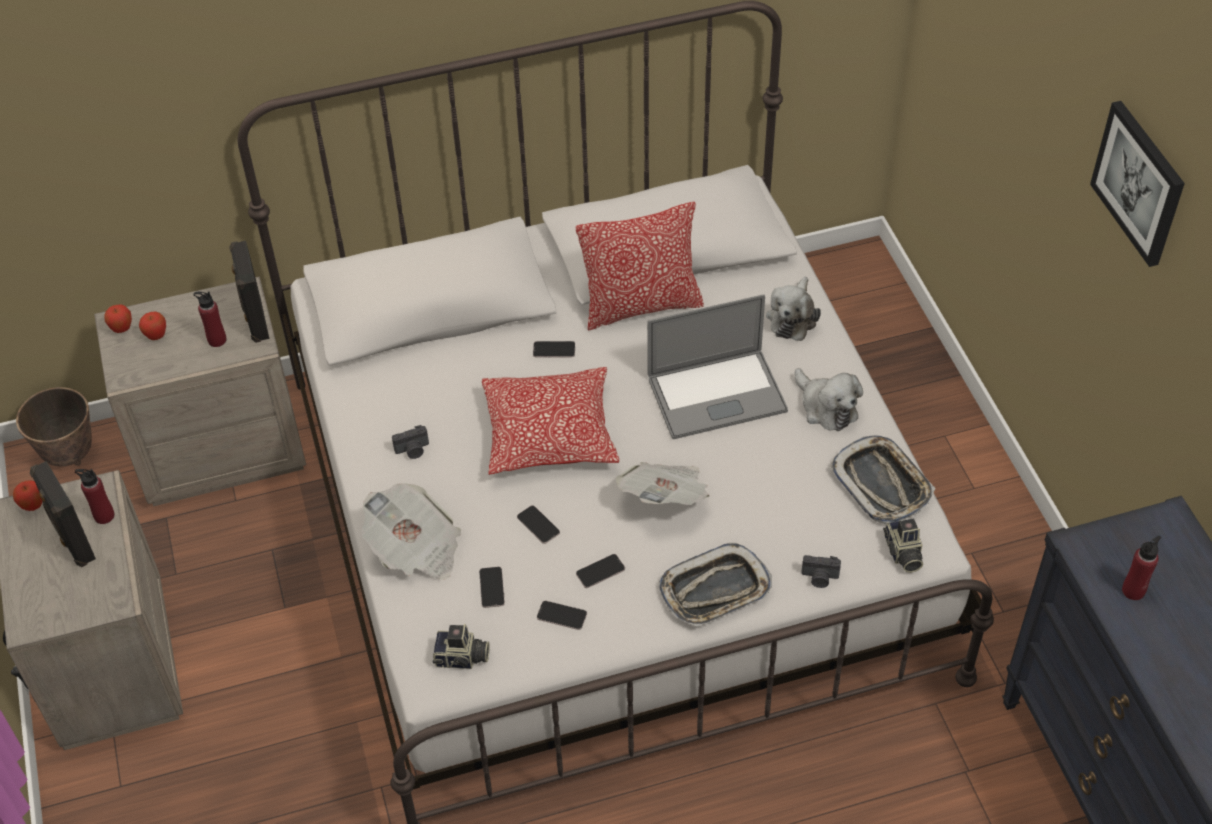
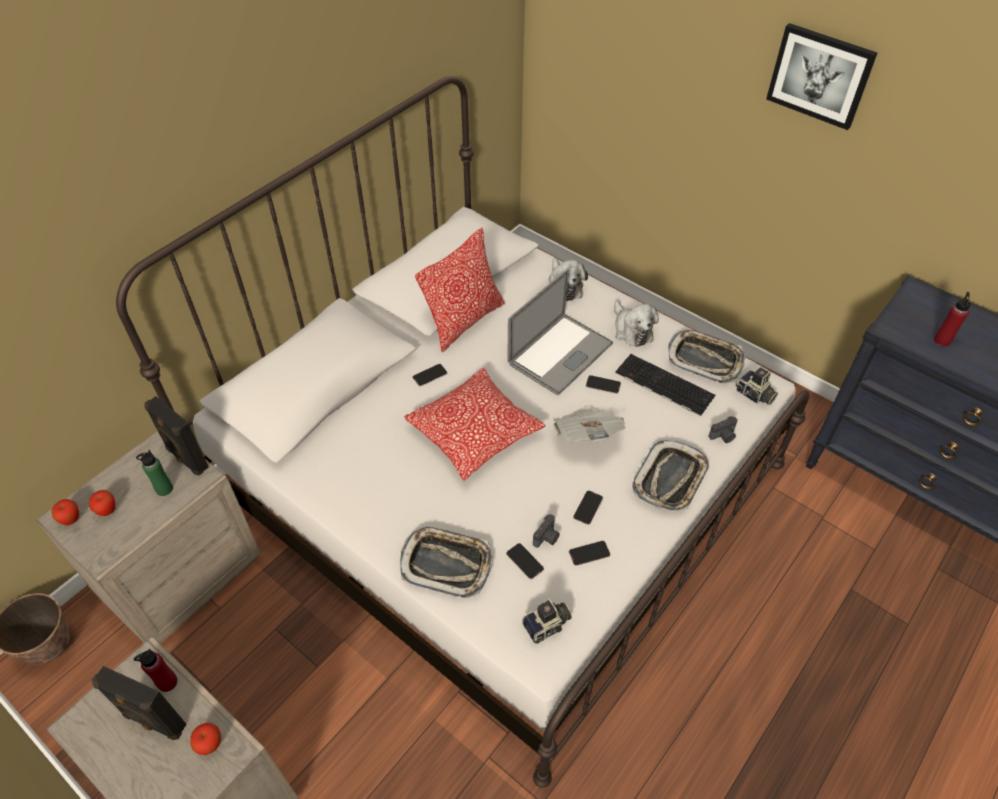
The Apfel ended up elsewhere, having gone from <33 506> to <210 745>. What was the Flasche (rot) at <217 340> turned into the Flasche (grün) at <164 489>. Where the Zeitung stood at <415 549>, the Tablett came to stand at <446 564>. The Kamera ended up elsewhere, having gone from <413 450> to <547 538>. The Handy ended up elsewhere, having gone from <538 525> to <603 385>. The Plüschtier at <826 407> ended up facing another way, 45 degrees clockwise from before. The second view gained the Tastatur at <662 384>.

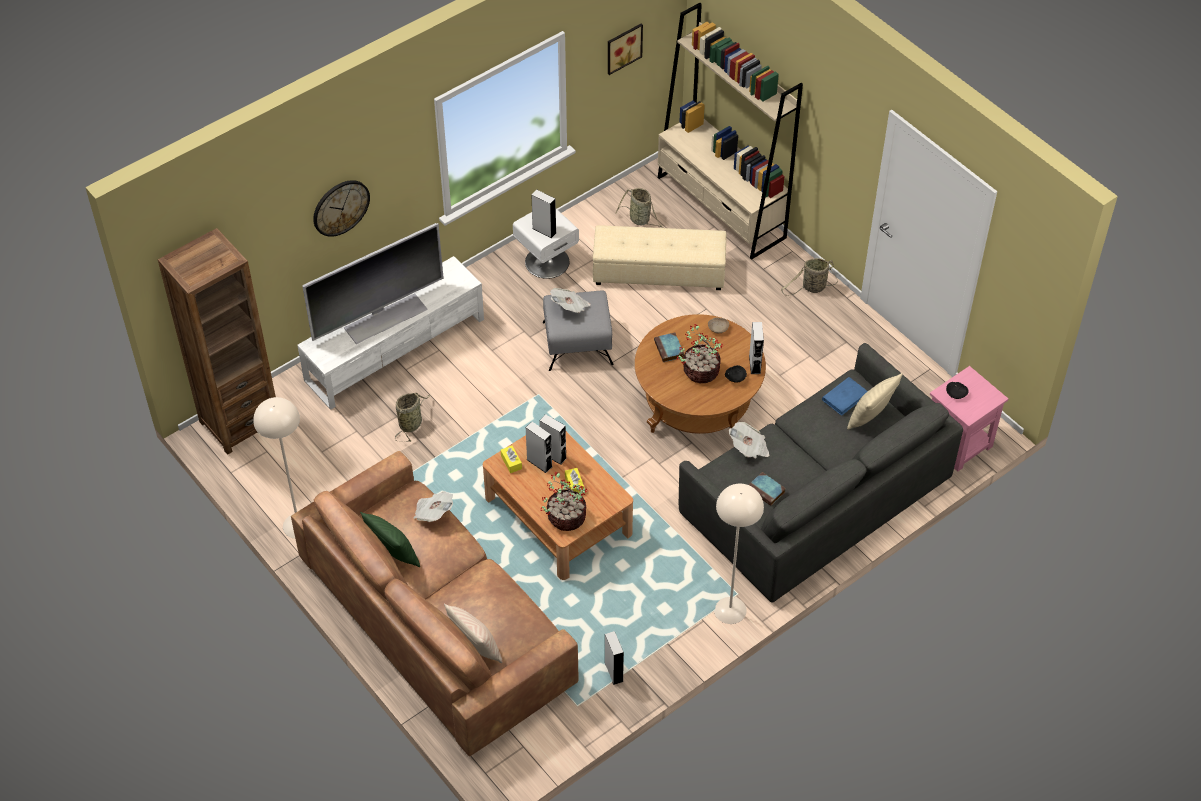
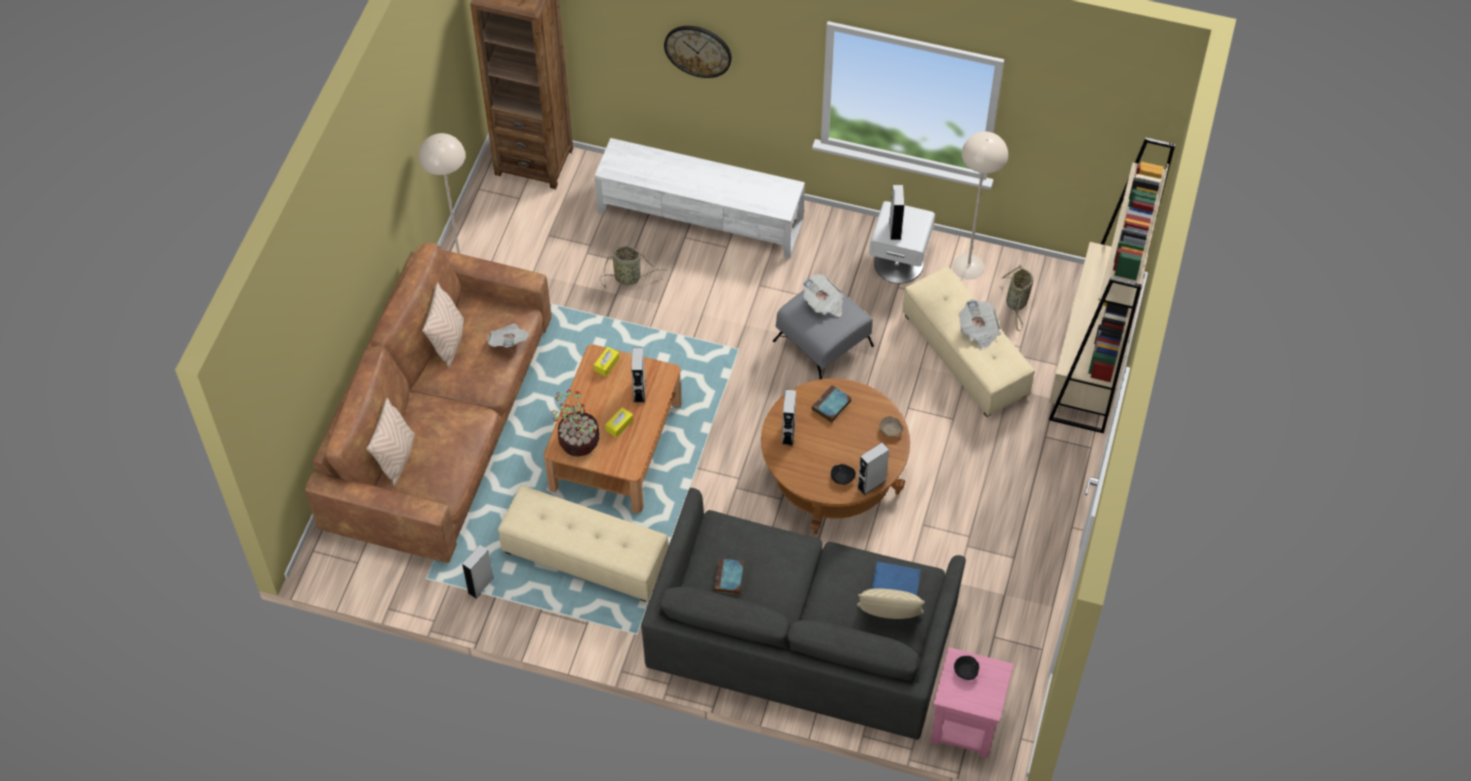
The second view lost the Fernseher at <384 317>. What was the Kissen (grün) at <394 554> turned into the Kissen (beige) at <448 342>. The Lautsprecher (grau) ended up elsewhere, having gone from <539 463> to <788 433>. The second view lost the Bild at <623 47>. The second view lost the Topfpflanze at <699 371>. The Stehlampe (beige) ended up elsewhere, having gone from <730 610> to <968 266>. The Zeitung ended up elsewhere, having gone from <749 448> to <978 331>. The second view lost the Korb at <812 287>. The second view gained the Polsterhocker (beige) at <585 557>.

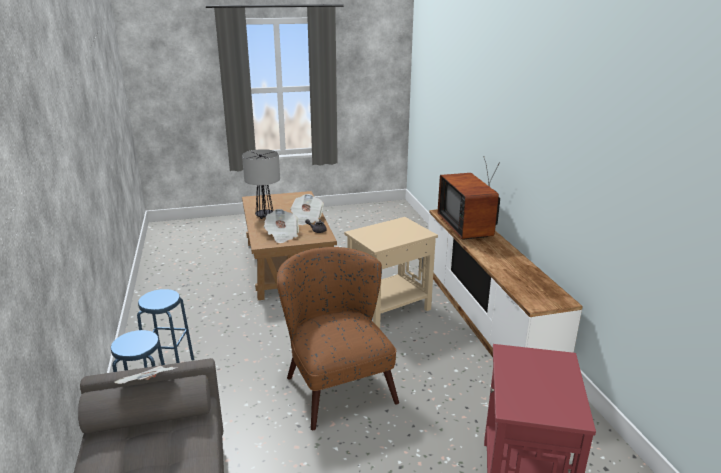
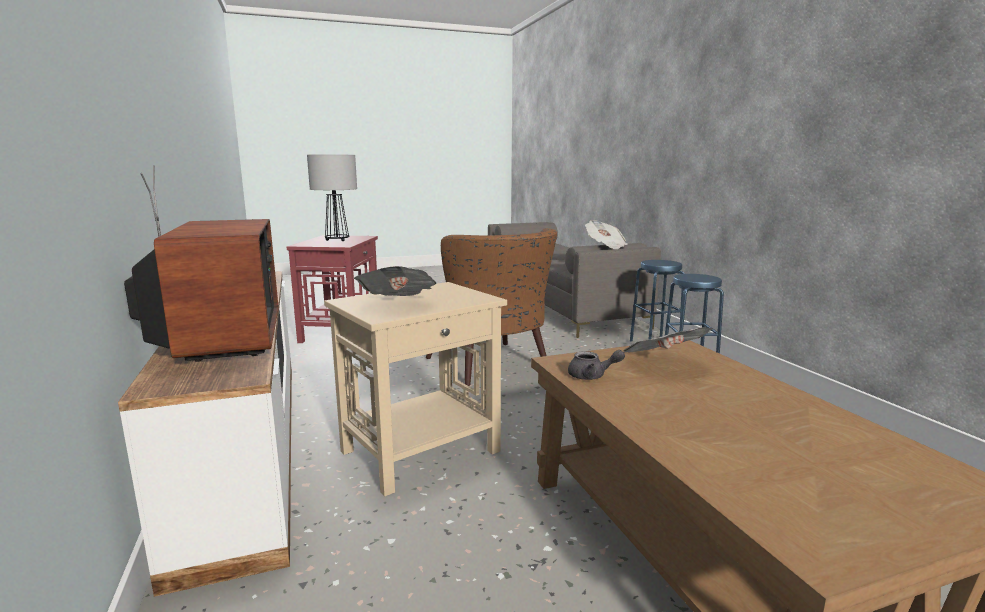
The Tischlampe ended up elsewhere, having gone from <264 216> to <337 240>. The Zeitung ended up elsewhere, having gone from <306 218> to <398 304>.

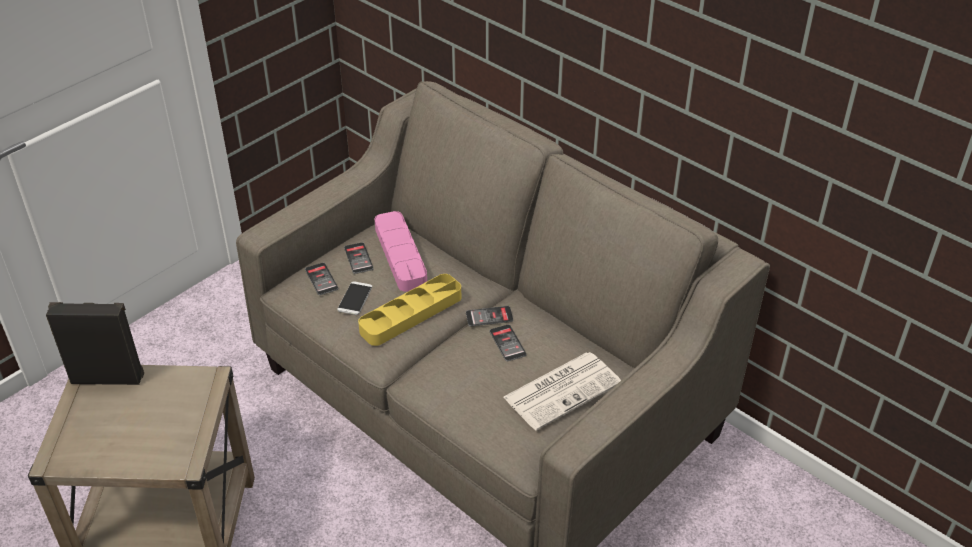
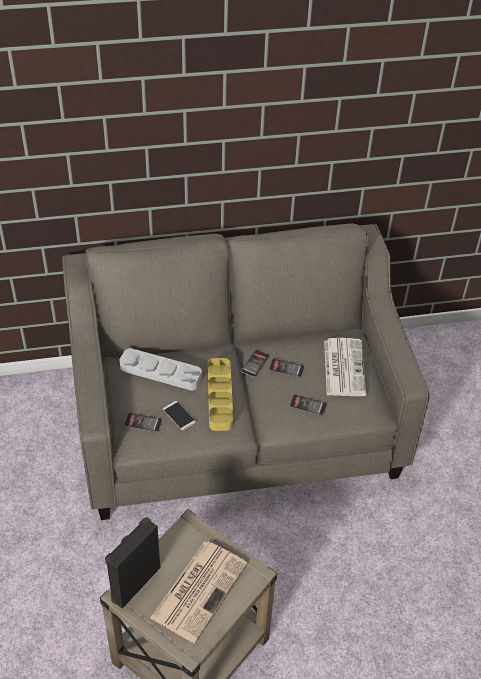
The Handy ended up elsewhere, having gone from <358 258> to <308 405>. What was the Tablett (rosa) at <400 255> turned into the Tablett (grau) at <160 372>. The second view gained the Zeitung at <200 589>.

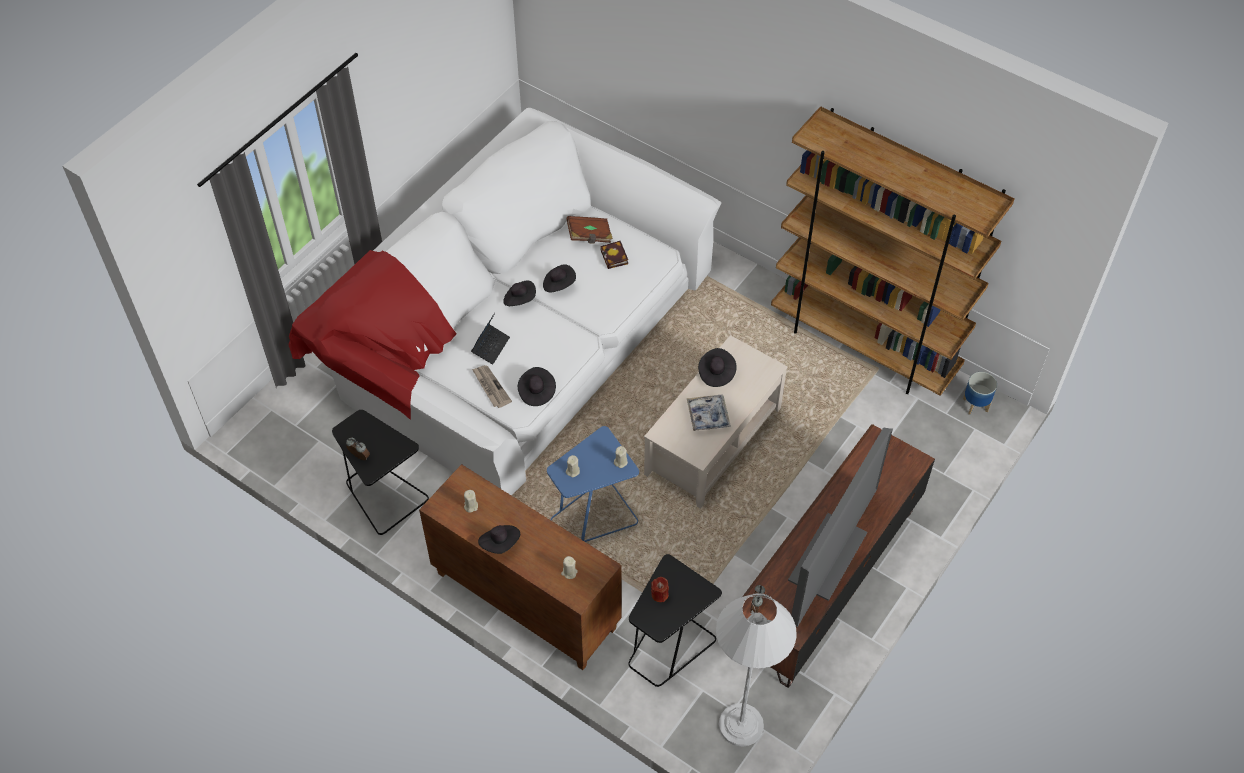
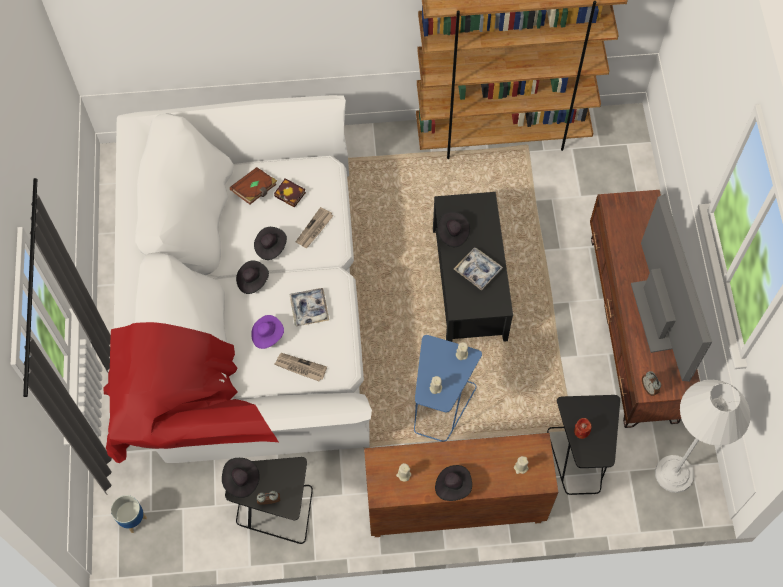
Where the Laptop stood at <490 346>, the Hut (lila) came to stand at <267 335>. The Hut (schwarz) ended up elsewhere, having gone from <536 392> to <241 480>. What was the Couchtisch (beige) at <713 441> turned into the Couchtisch (schwarz) at <469 283>. The Pflanzkübel ended up elsewhere, having gone from <975 404> to <132 519>. The second view gained the Tablett at <309 309>. The second view gained the Zeitung at <314 229>.

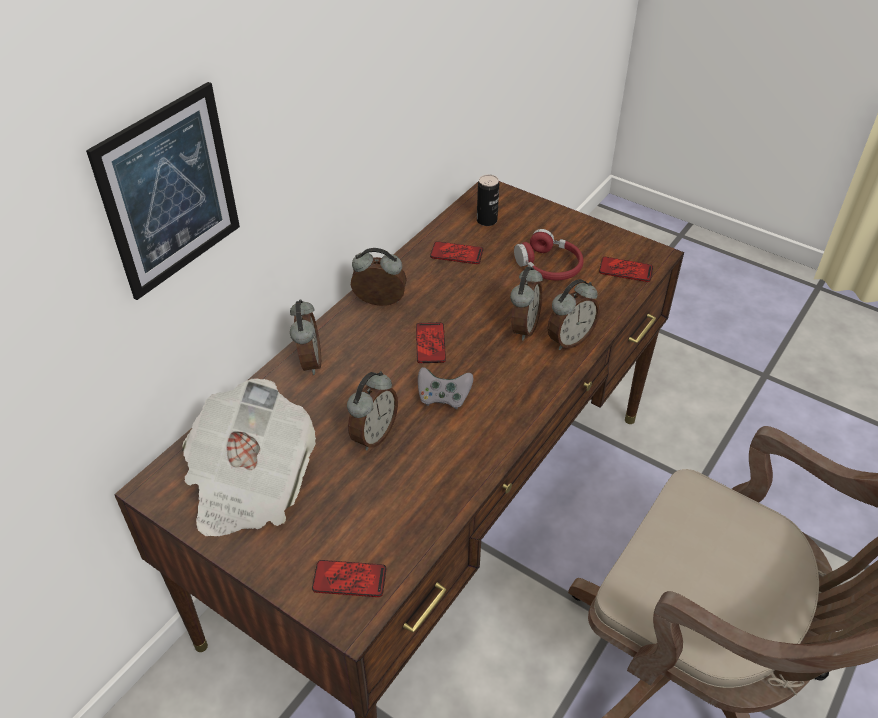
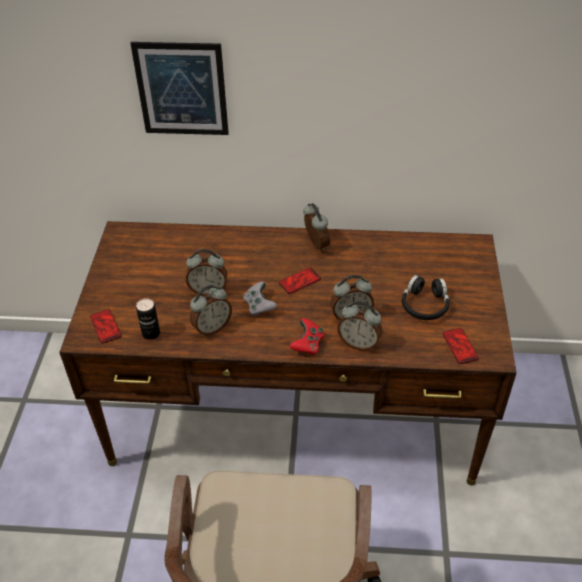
The second view lost the Zeitung at <249 483>. The Wecker ended up elsewhere, having gone from <308 362> to <212 328>. The second view lost the Handy at <456 254>. The Dose ended up elsewhere, having gone from <486 220> to <151 333>. What was the Kopfhörer (rot) at <549 266> turned into the Kopfhörer (schwarz) at <424 305>. The second view gained the Gamepad (rot) at <307 344>.

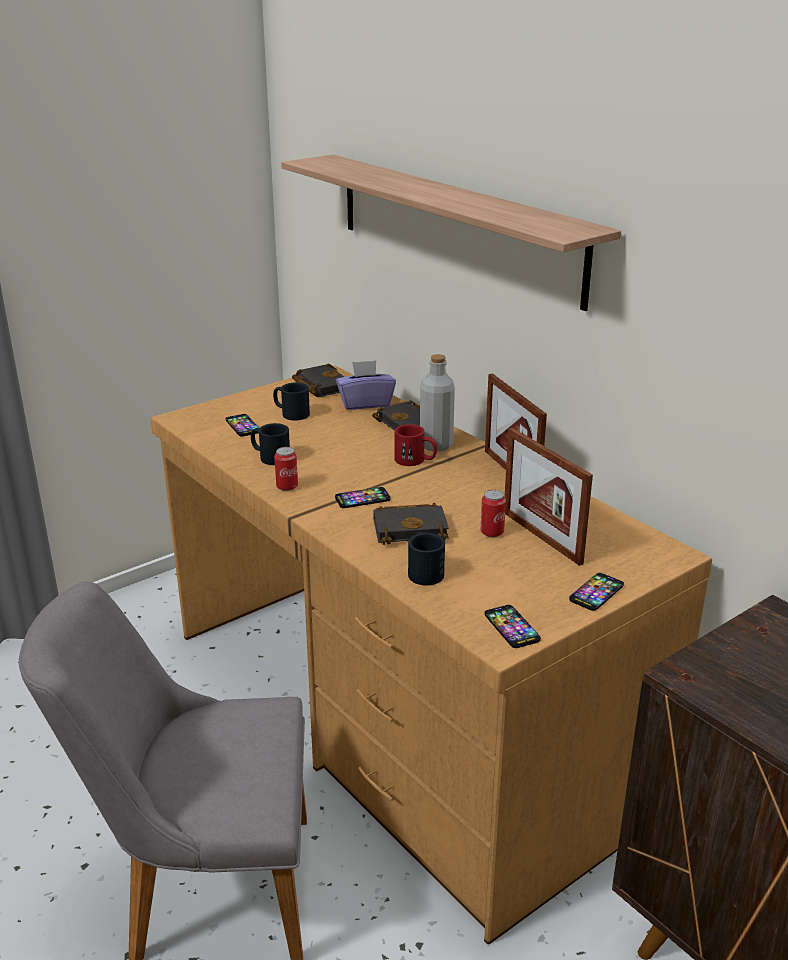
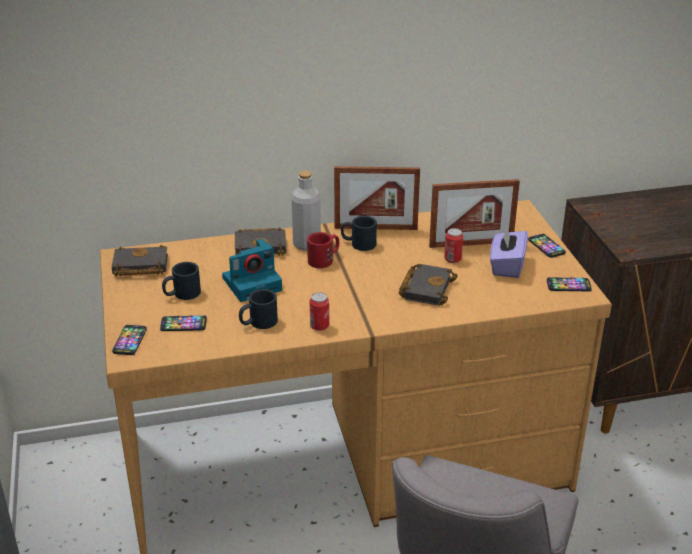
The second view lost the Wandregal at <455 226>. The Handy ended up elsewhere, having gone from <362 499> to <130 340>. The Taschentuchbox (lila) ended up elsewhere, having gone from <365 403> to <506 266>. The Henkelbecher (schwarz) ended up elsewhere, having gone from <424 570> to <358 243>. The second view gained the Kamera at <253 283>.

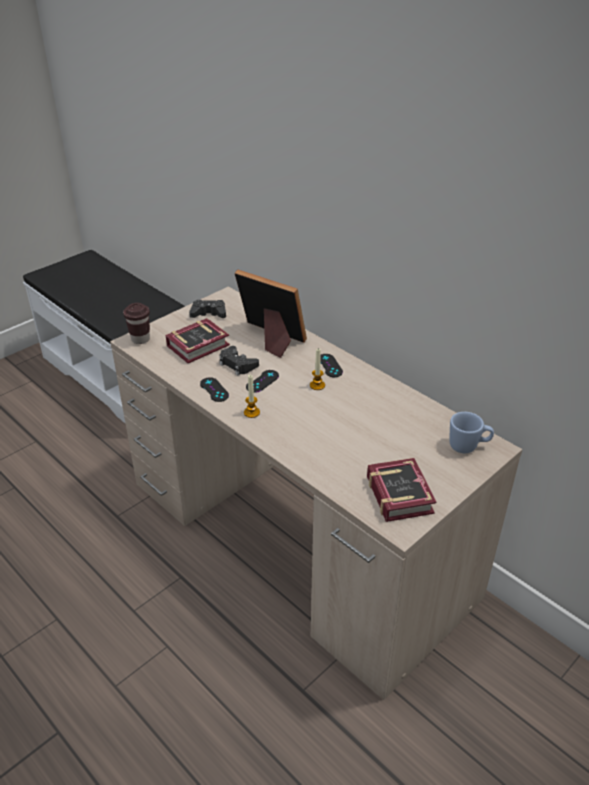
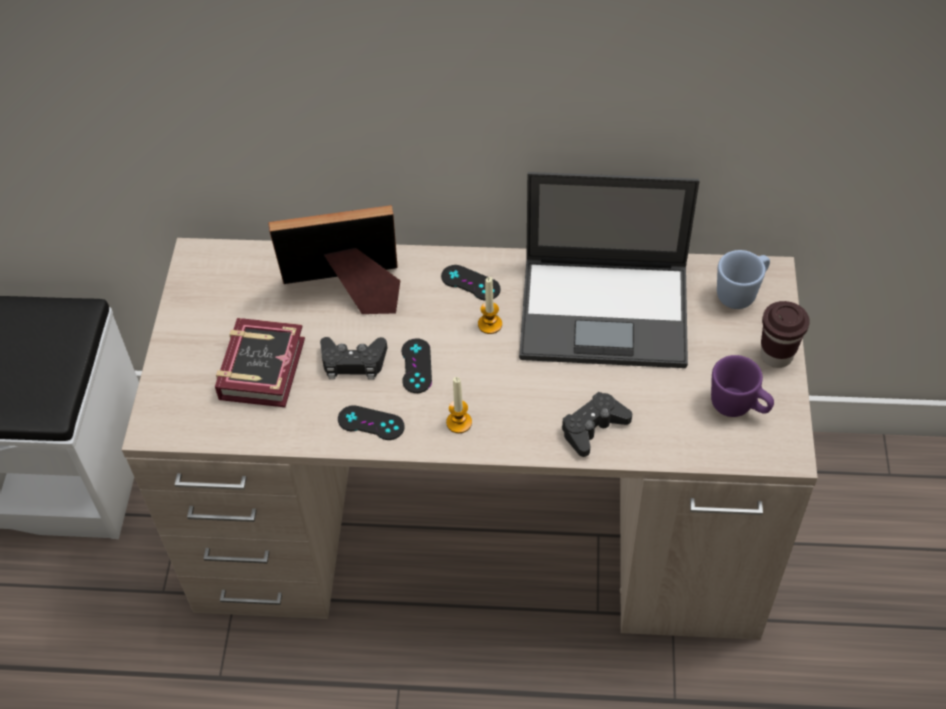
The Tasse (braun) ended up elsewhere, having gone from <140 339> to <776 355>. The Gamepad (schwarz) ended up elsewhere, having gone from <209 313> to <593 428>. Where the Buch stood at <400 492>, the Henkelbecher (lila) came to stand at <738 407>. The second view gained the Laptop at <606 312>.

